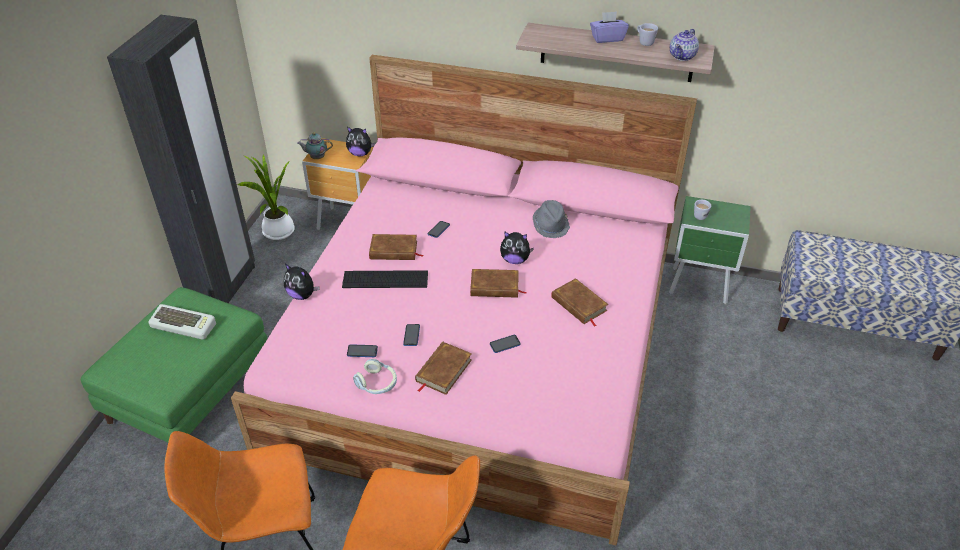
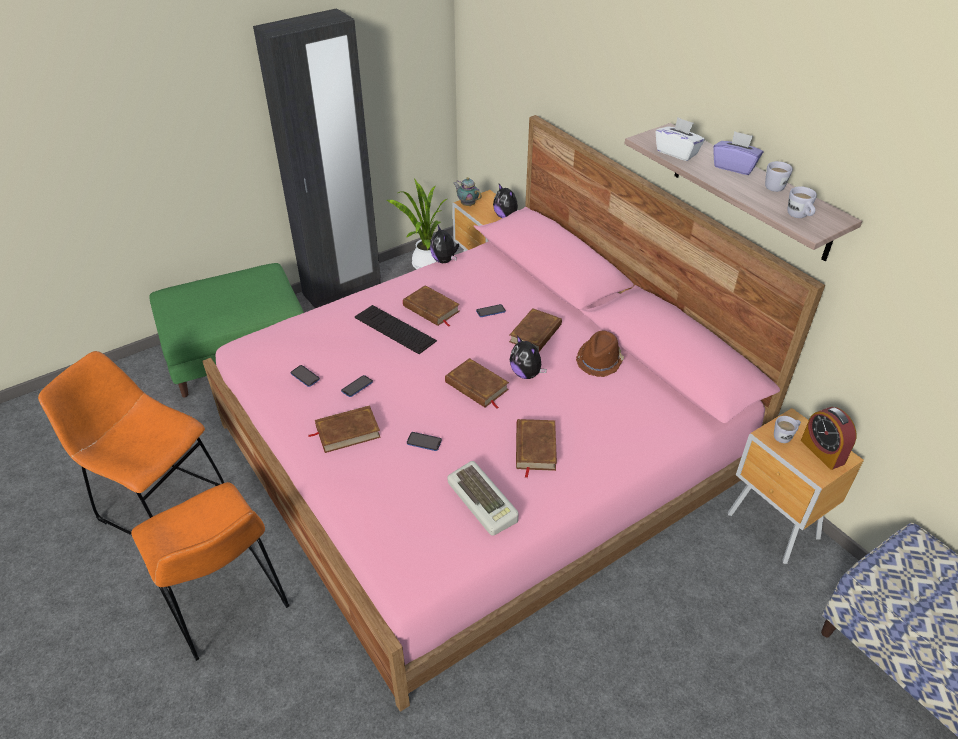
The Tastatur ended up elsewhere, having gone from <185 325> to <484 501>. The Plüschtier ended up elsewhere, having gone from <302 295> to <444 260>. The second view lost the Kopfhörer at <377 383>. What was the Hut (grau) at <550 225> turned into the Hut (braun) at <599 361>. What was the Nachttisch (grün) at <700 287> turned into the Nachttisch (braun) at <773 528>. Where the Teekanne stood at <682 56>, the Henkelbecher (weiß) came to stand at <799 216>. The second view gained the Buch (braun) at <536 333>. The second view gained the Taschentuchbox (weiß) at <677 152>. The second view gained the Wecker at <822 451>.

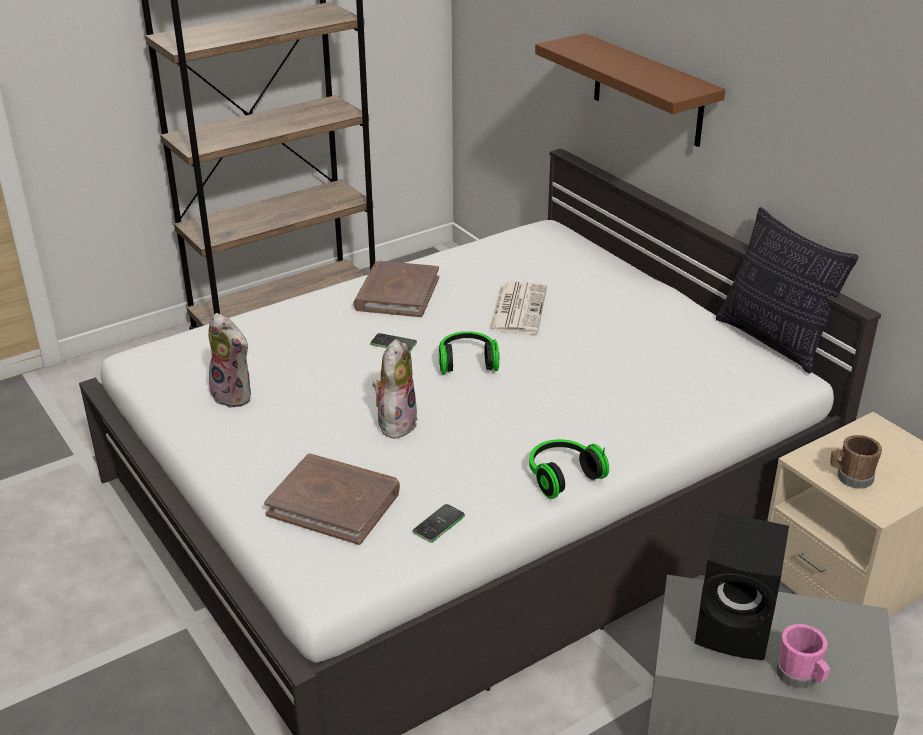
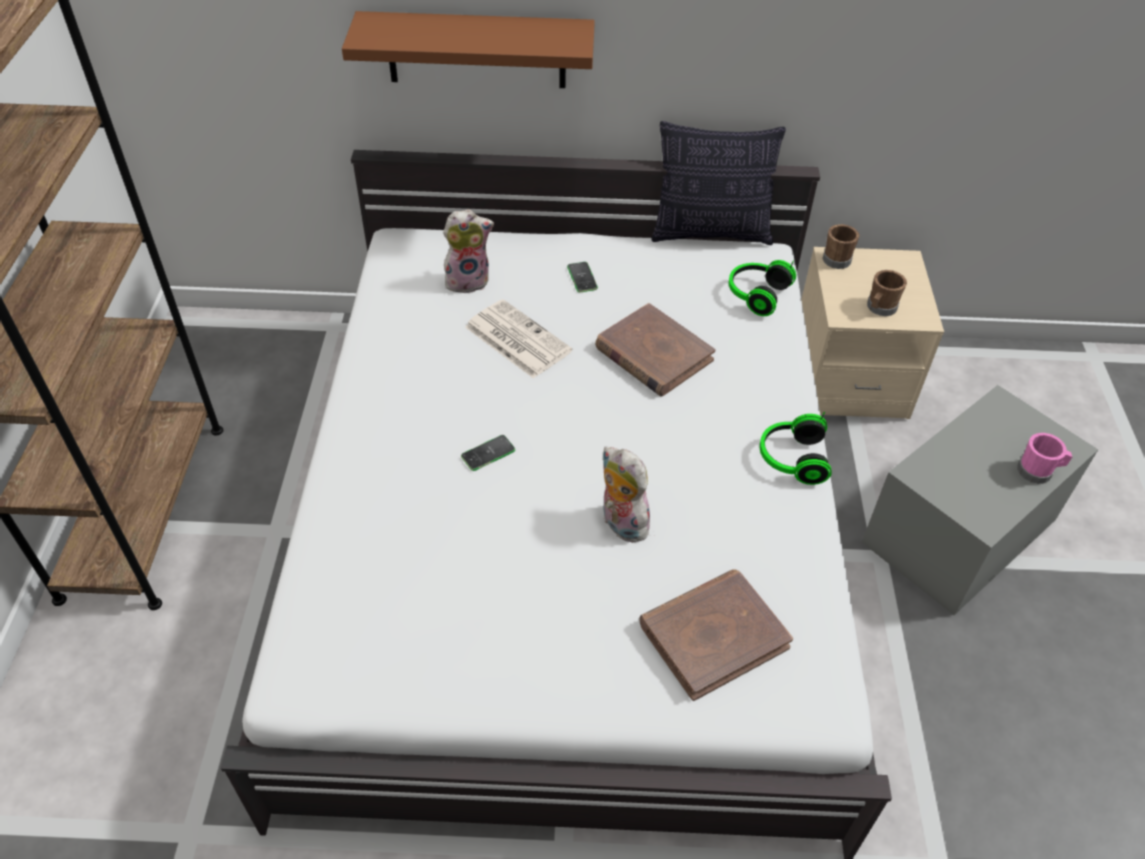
The Plüschtier ended up elsewhere, having gone from <235 395> to <468 280>. The Buch (braun) ended up elsewhere, having gone from <397 293> to <653 354>. The Handy ended up elsewhere, having gone from <439 524> to <582 278>. The Kopfhörer ended up elsewhere, having gone from <467 362> to <755 294>. The second view lost the Lautsprecher (schwarz) at <737 628>. The second view gained the Henkelbecher (braun) at <839 258>.

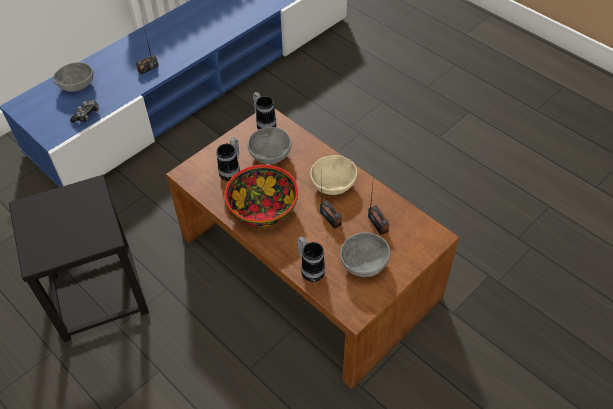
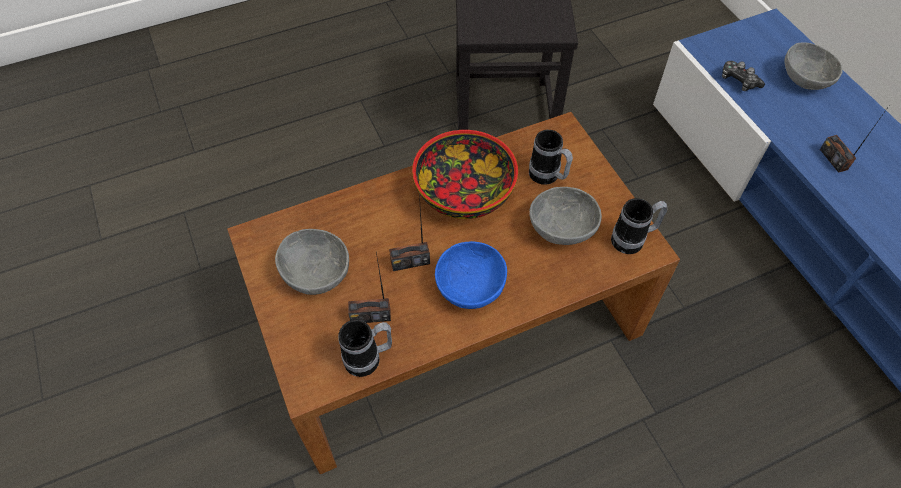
The Henkelbecher ended up elsewhere, having gone from <310 269> to <369 359>. What was the Schüssel (beige) at <333 185> turned into the Schüssel (blau) at <469 287>.

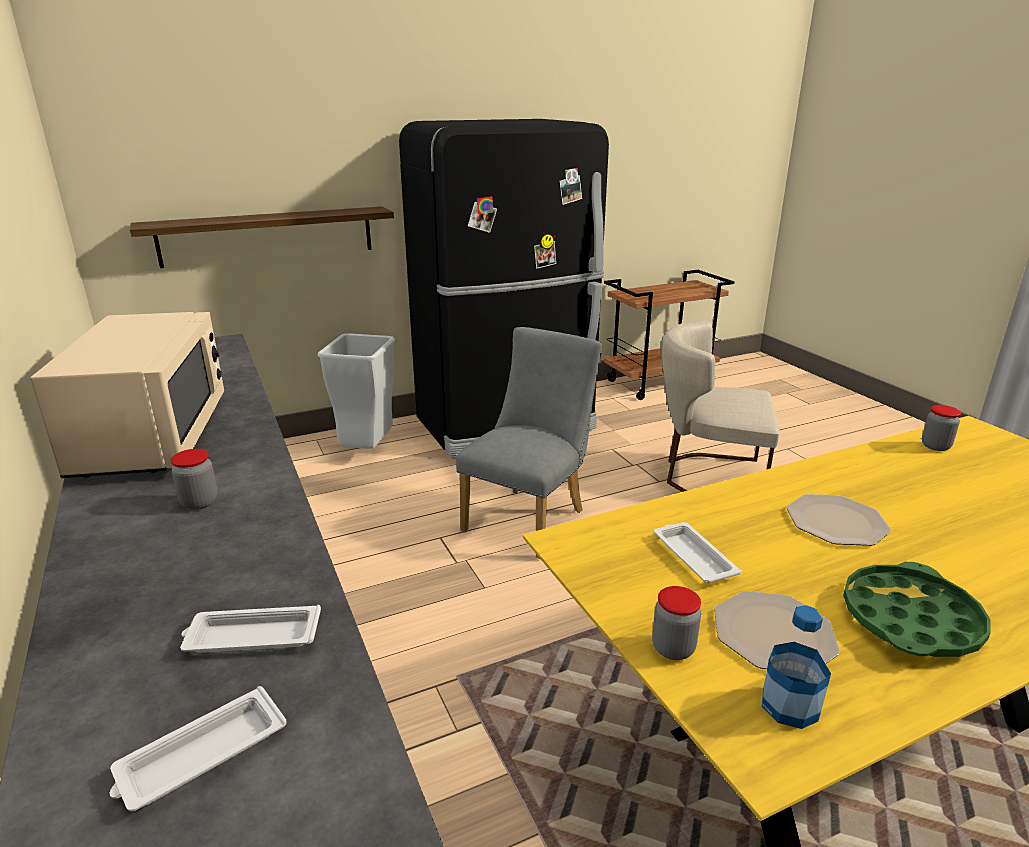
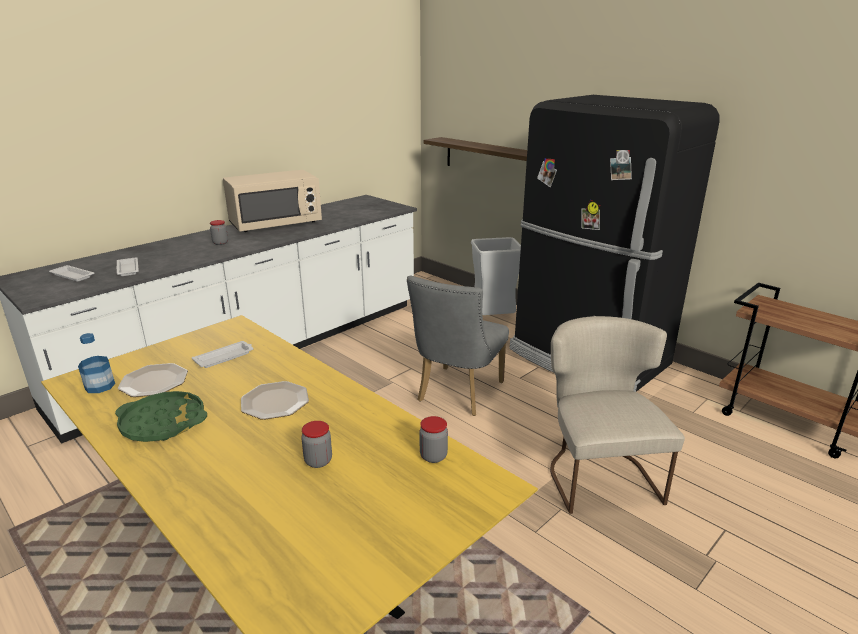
The Stuhl (grau) at <530 517> ended up facing another way, 105 degrees clockwise from before. The Vorratsglas ended up elsewhere, having gone from <673 648> to <318 461>.

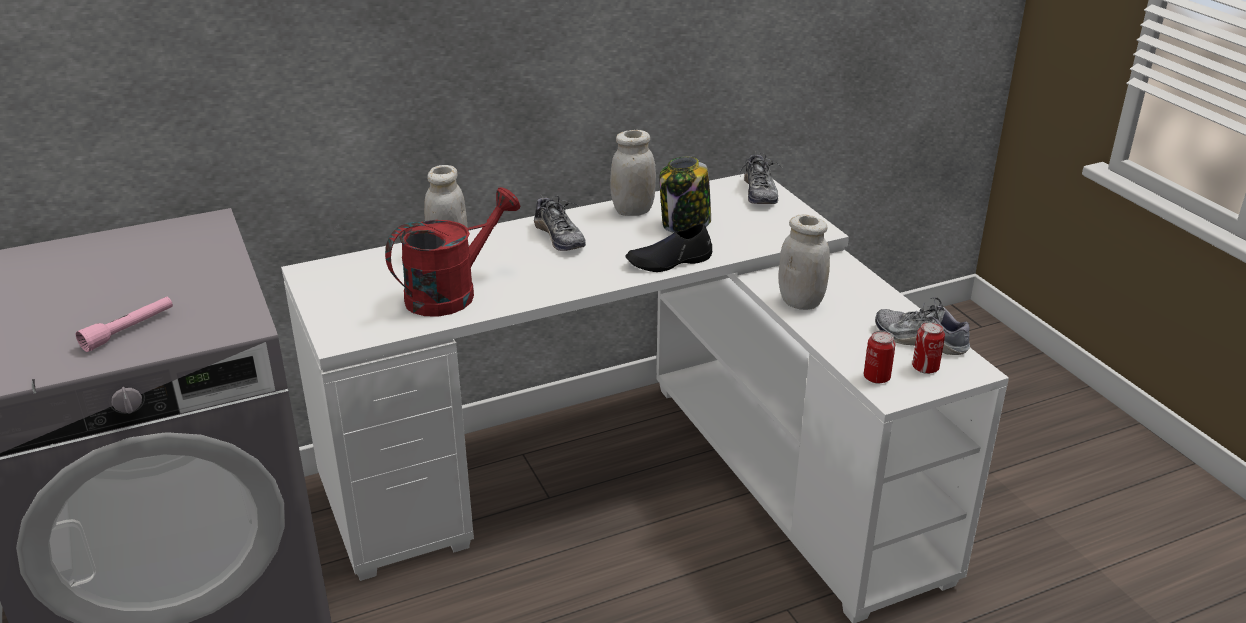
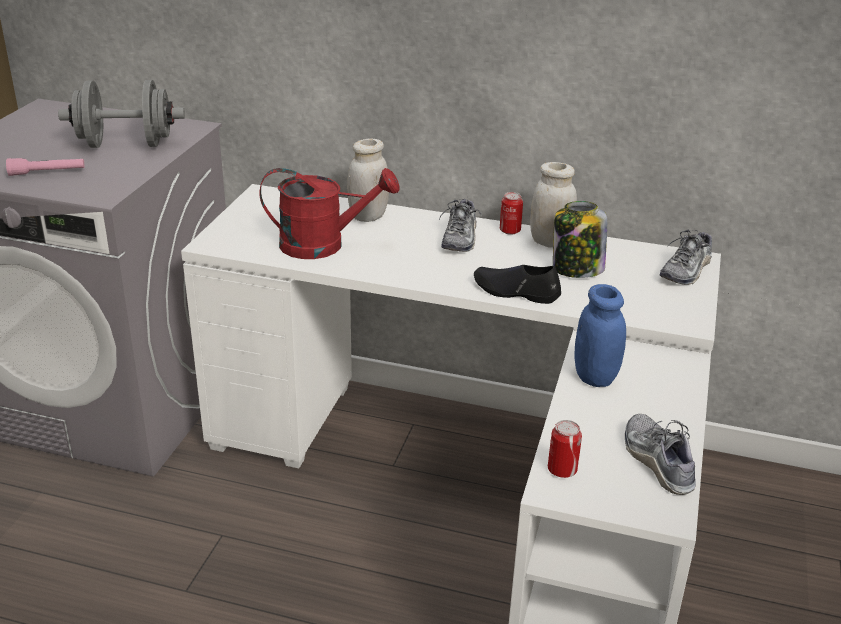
What was the Vorratsglas (weiß) at <801 302> turned into the Vorratsglas (blau) at <595 377>. The Dose ended up elsewhere, having gone from <925 368> to <510 231>. The second view gained the Hantel (grau) at <126 144>.

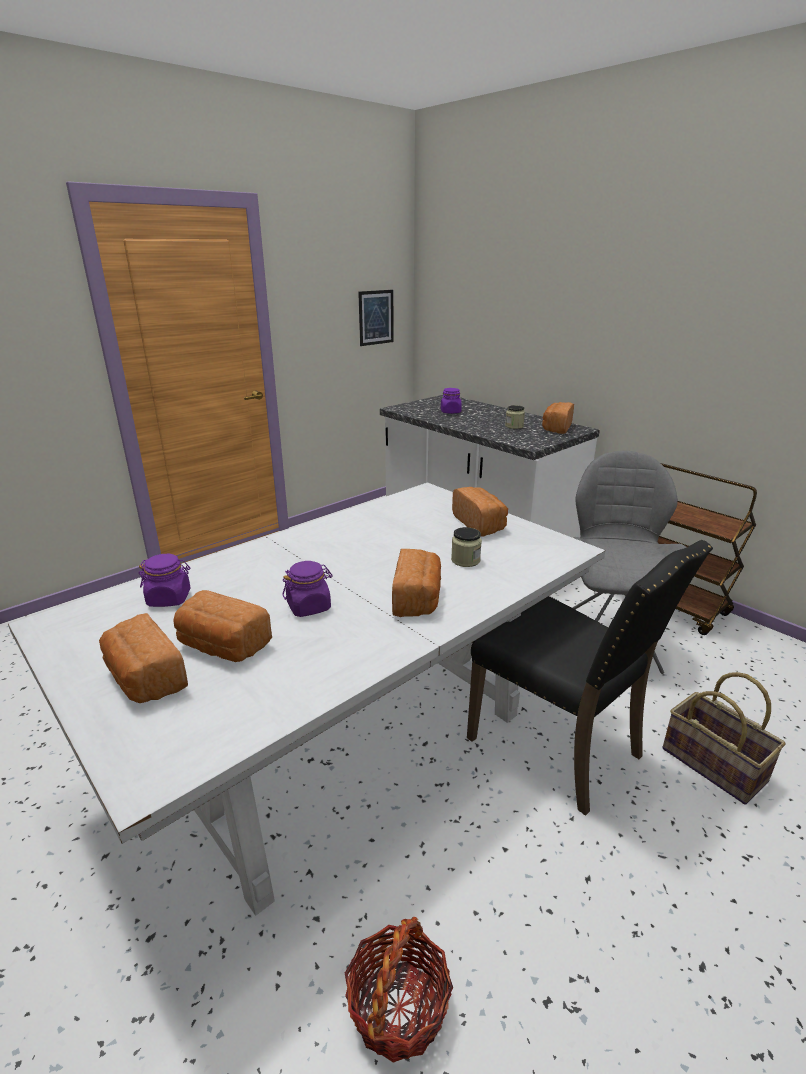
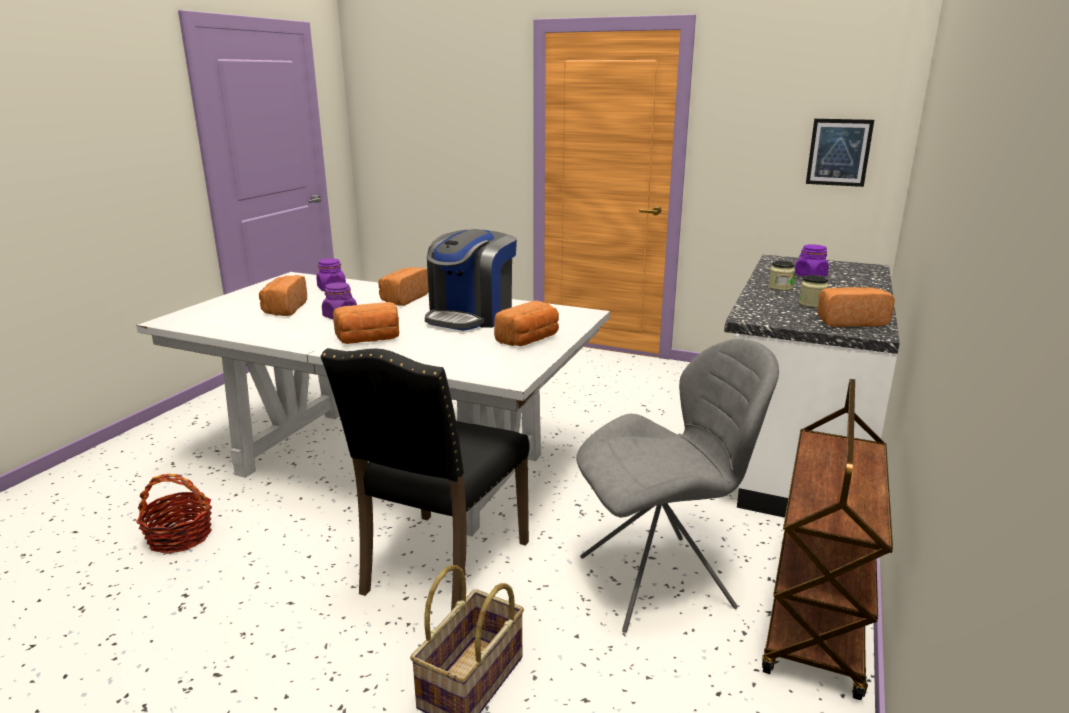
The Brot ended up elsewhere, having gone from <145 679> to <403 298>. The Vorratsglas ended up elsewhere, having gone from <465 560> to <780 287>. The second view gained the Kaffeemaschine at <471 316>.

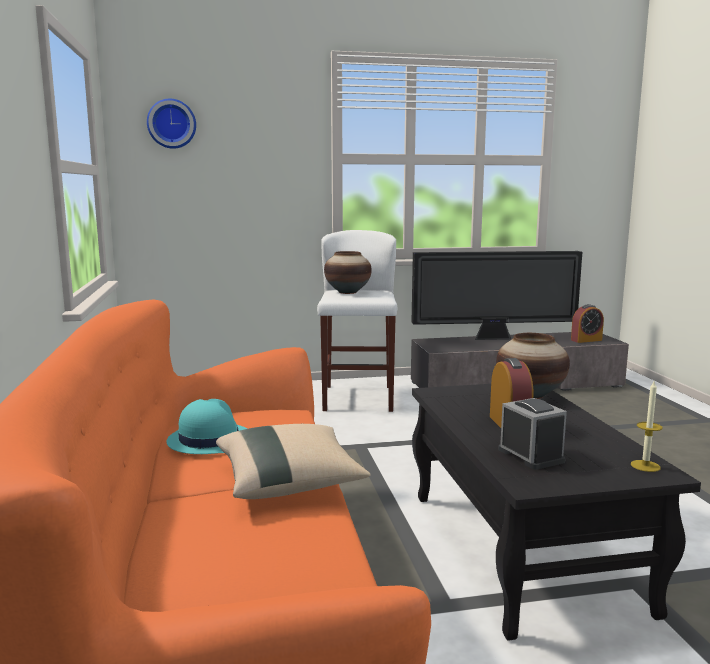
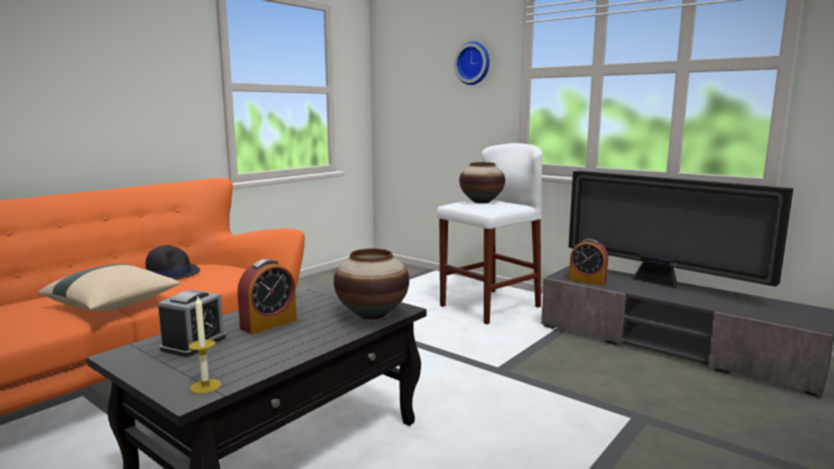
The Wanduhr ended up elsewhere, having gone from <172 124> to <473 63>. What was the Hut (türkis) at <209 440> turned into the Hut (schwarz) at <169 274>. The Wecker ended up elsewhere, having gone from <586 340> to <587 280>.

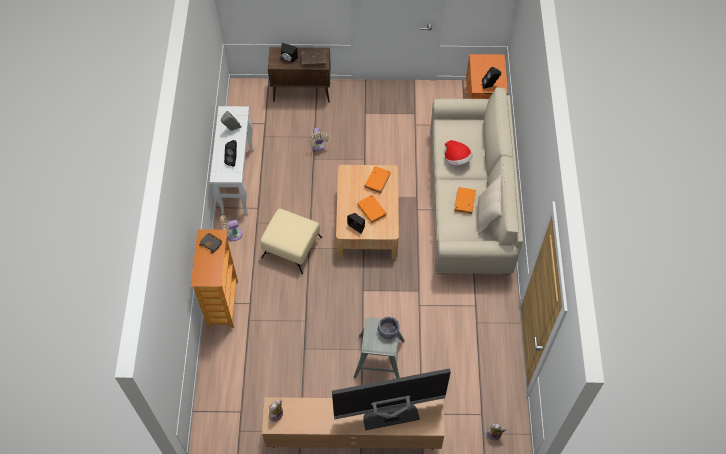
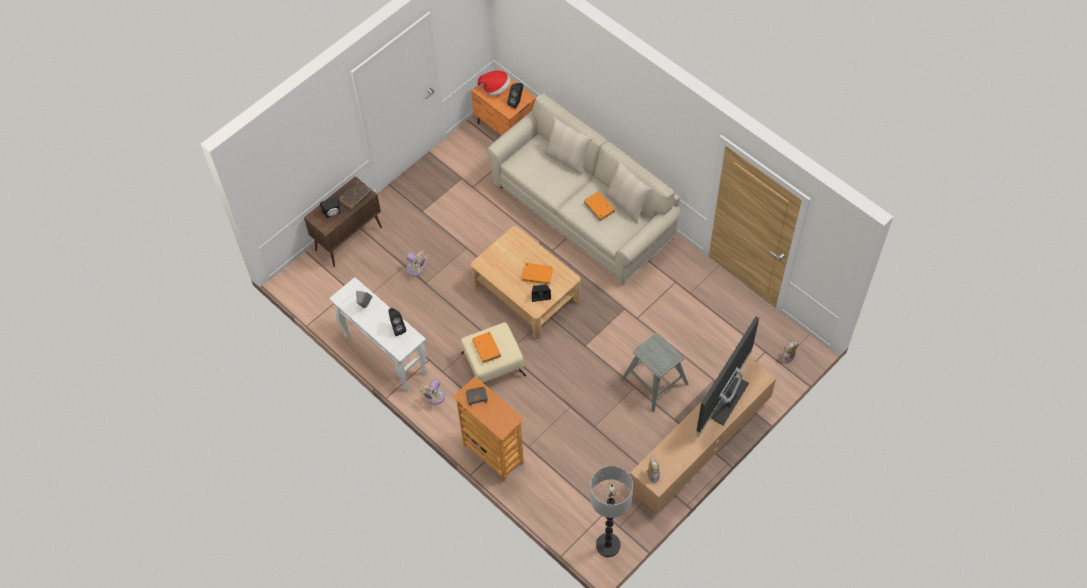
The Buch (orange) ended up elsewhere, having gone from <377 181> to <486 349>. The second view lost the Schüssel (grau) at <388 331>. The Hut ended up elsewhere, having gone from <456 159> to <495 88>. The second view gained the Kissen (beige) at <567 159>. The second view gained the Stehlampe at <608 545>.

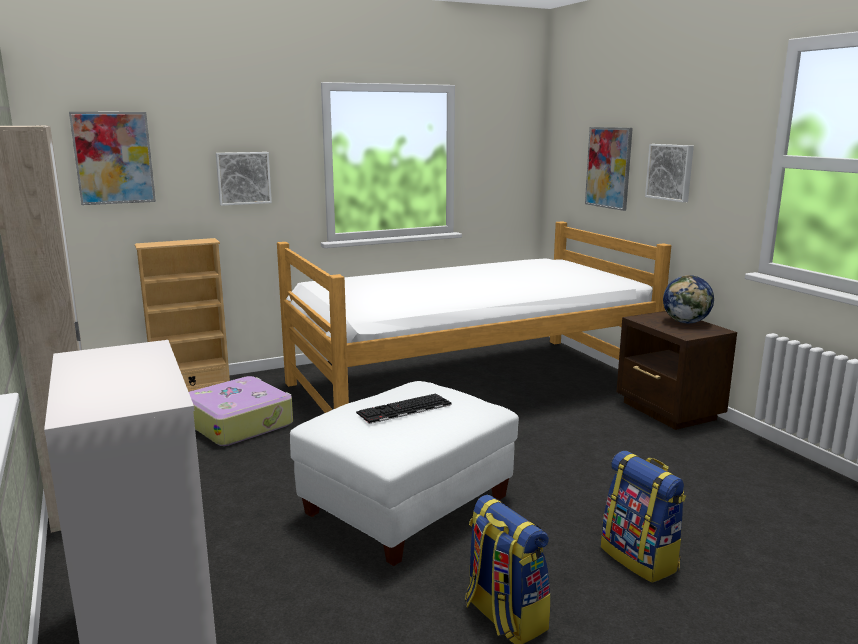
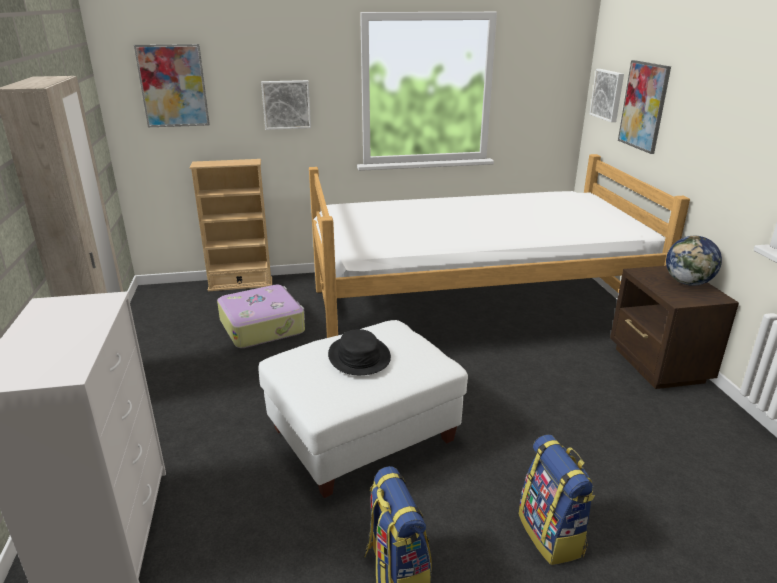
Where the Tastatur stood at <404 409>, the Hut (schwarz) came to stand at <359 356>. The Bild ended up elsewhere, having gone from <670 172> to <608 95>.

